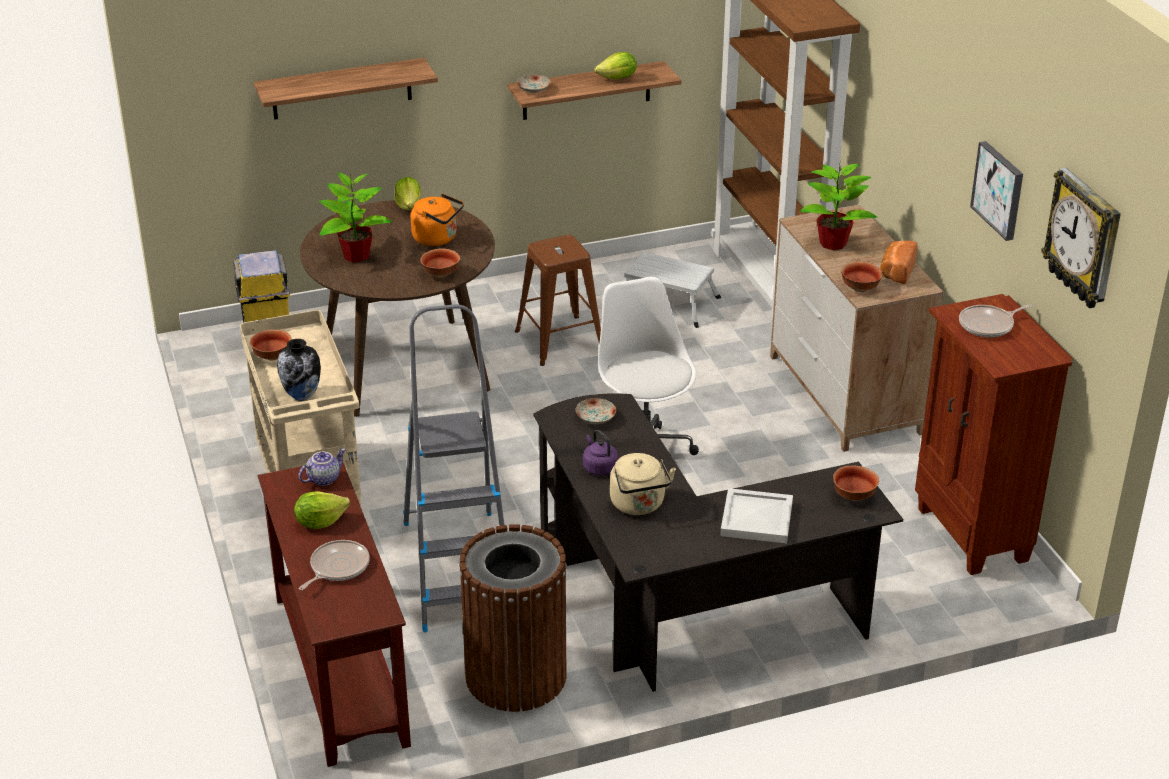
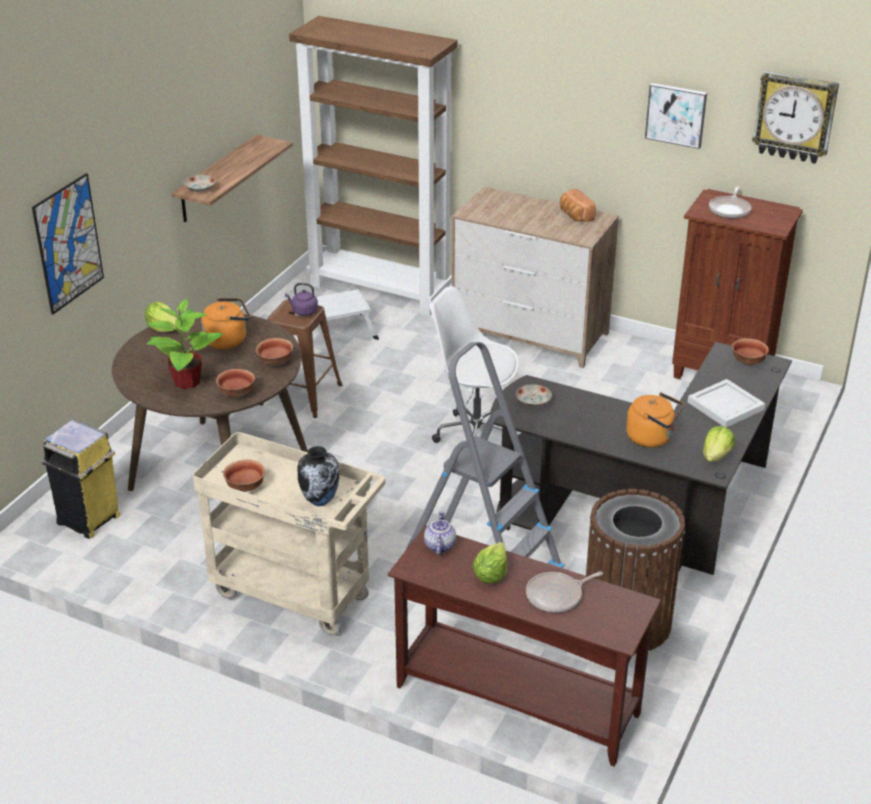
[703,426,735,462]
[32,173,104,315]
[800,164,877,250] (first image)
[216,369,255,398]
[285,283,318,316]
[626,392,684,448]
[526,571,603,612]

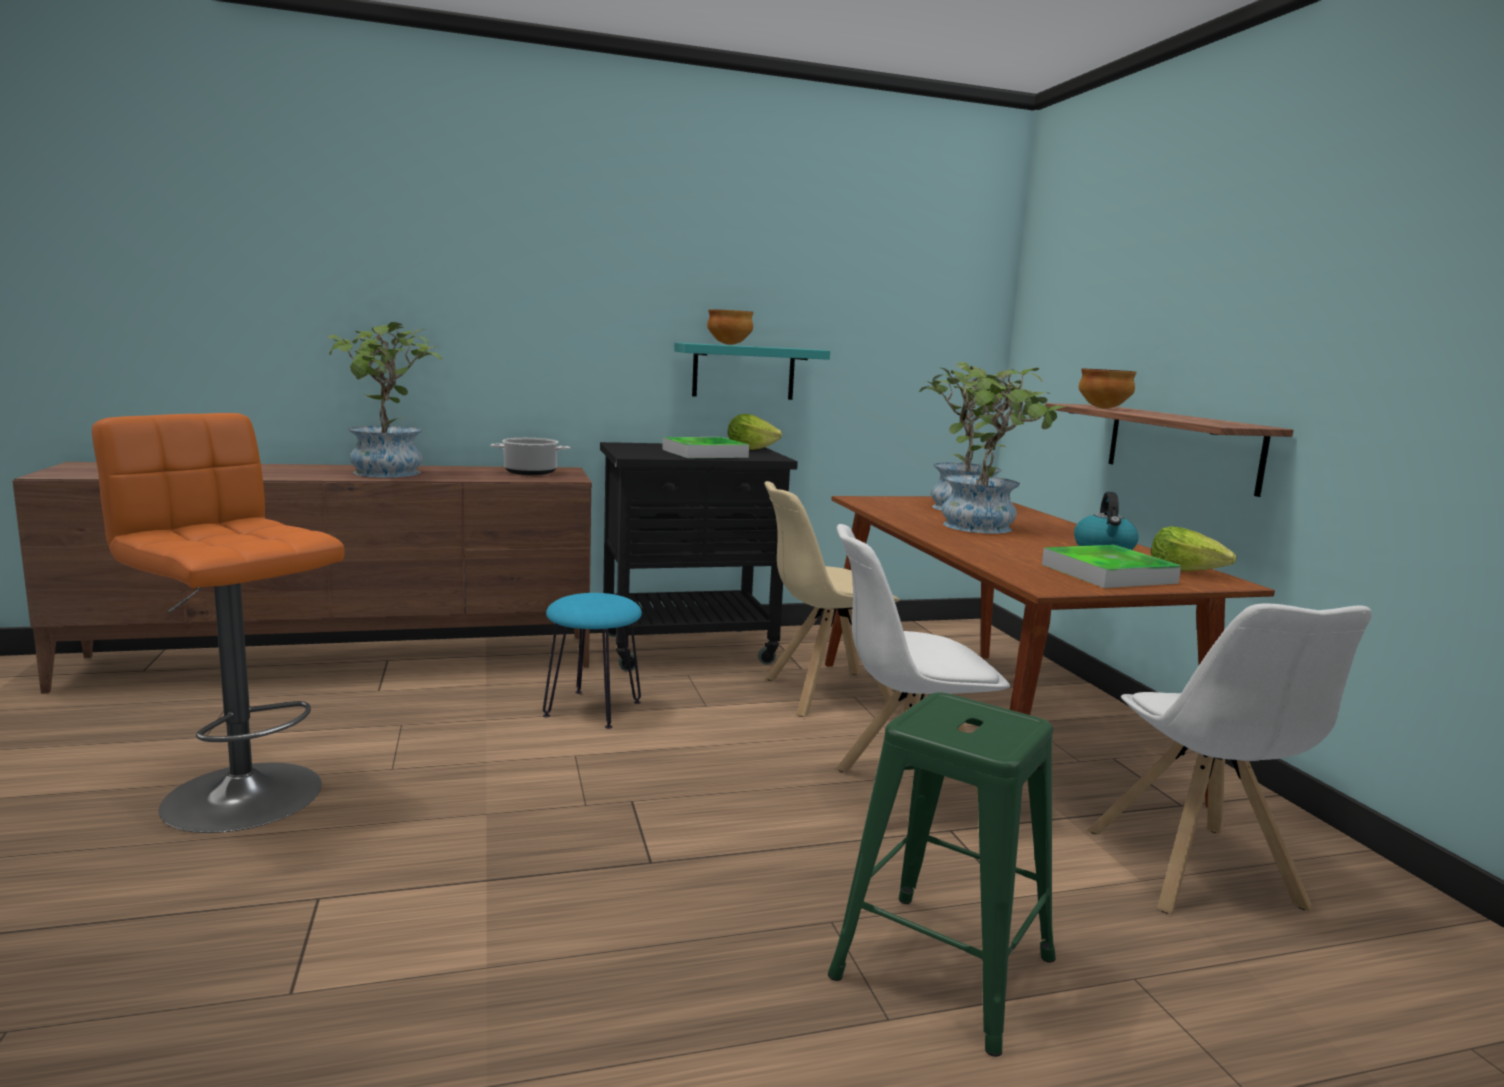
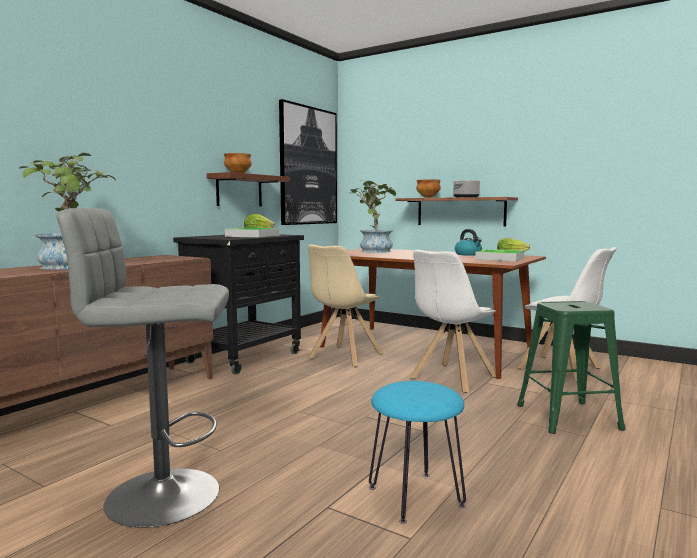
[207,172,290,206]
[942,368,1070,534] (first image)
[57,208,229,528]
[452,180,480,197]
[369,381,466,524]
[279,99,337,225]

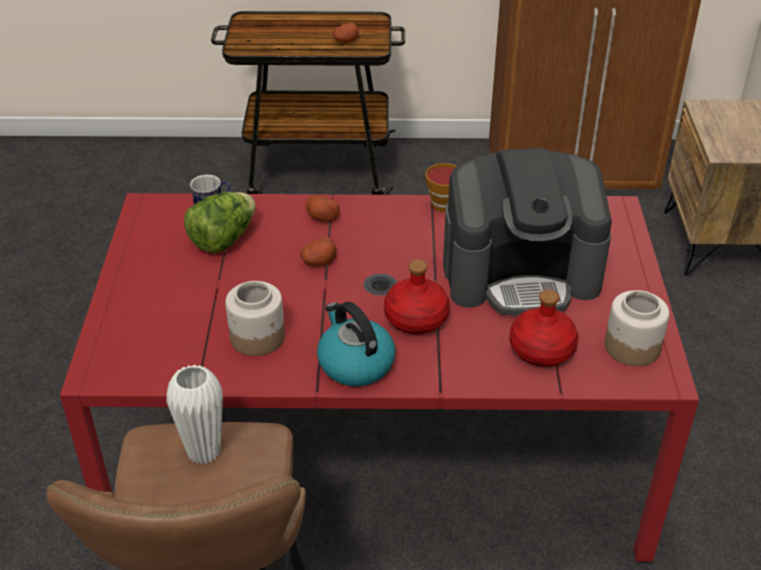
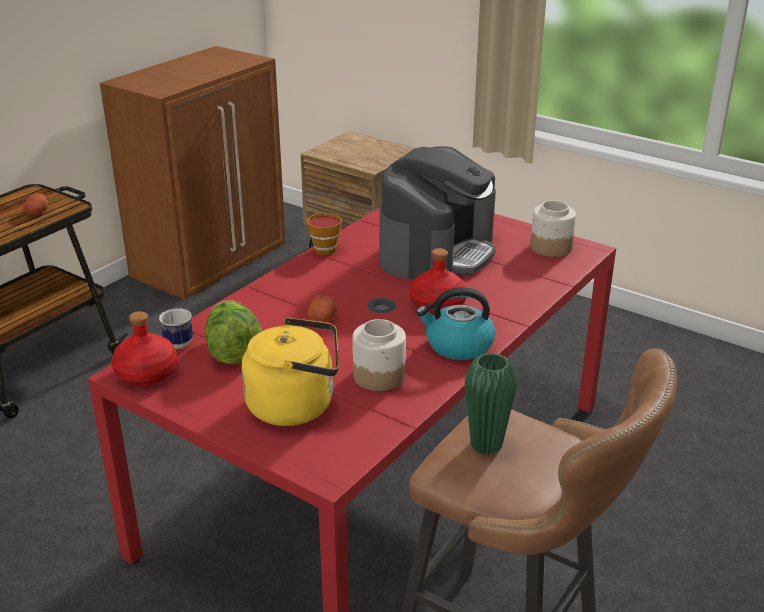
[305,195,340,222] (first image)
[112,311,177,385]
[465,353,517,455]
[242,317,339,426]

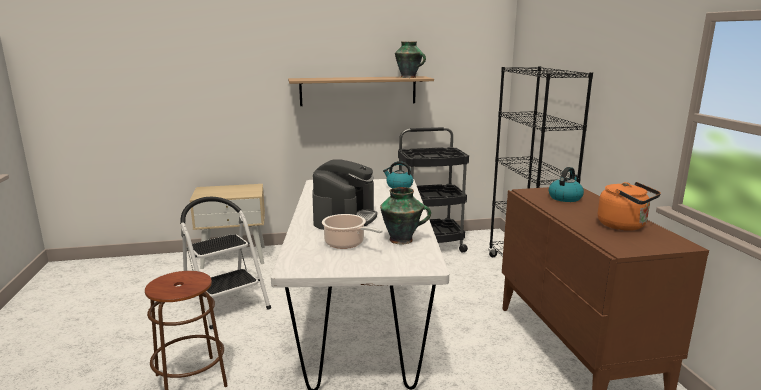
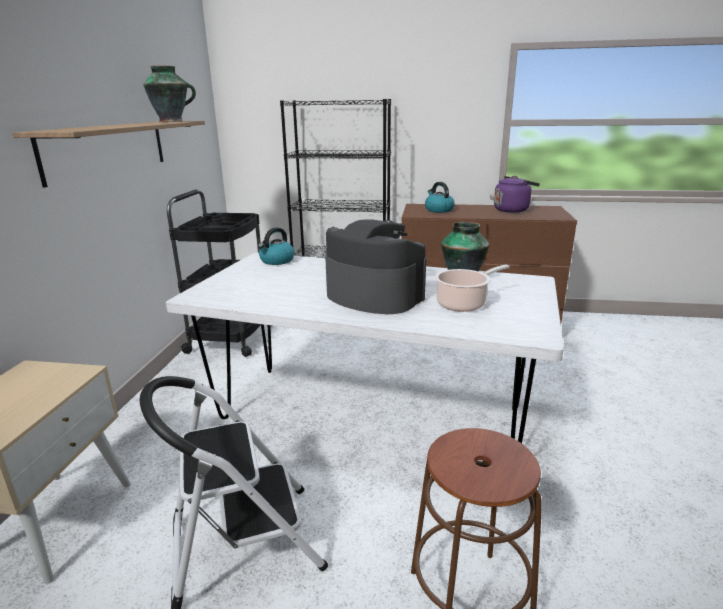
[494,176,540,213]

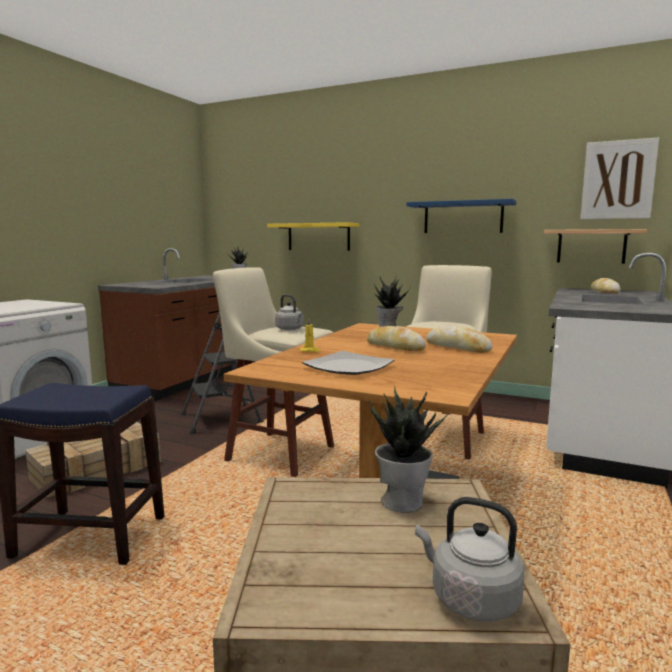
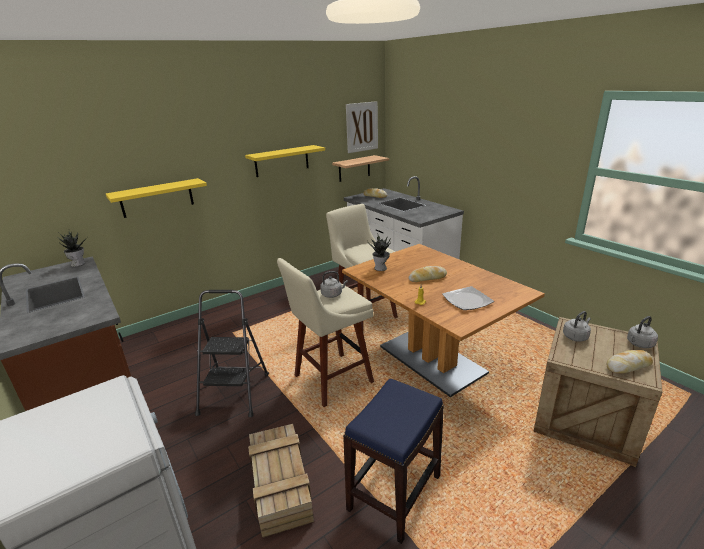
[245,145,325,177]
[607,350,653,374]
[563,311,591,342]

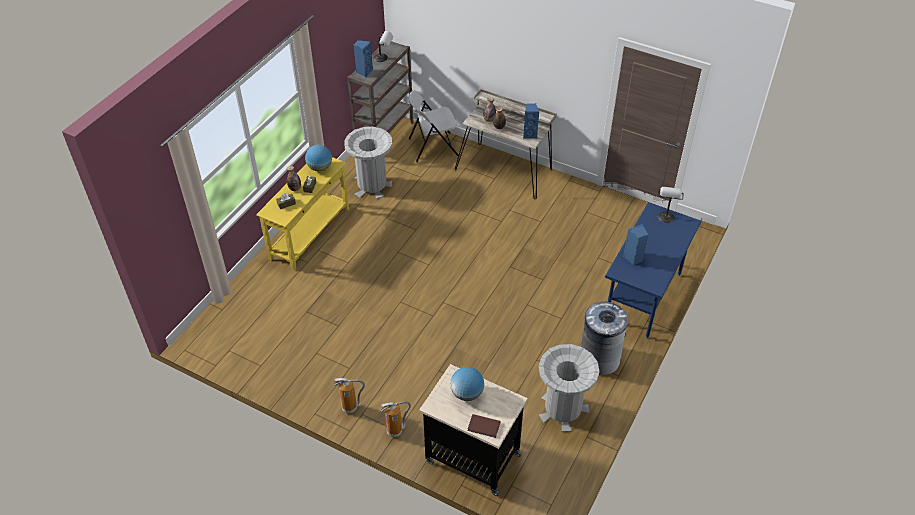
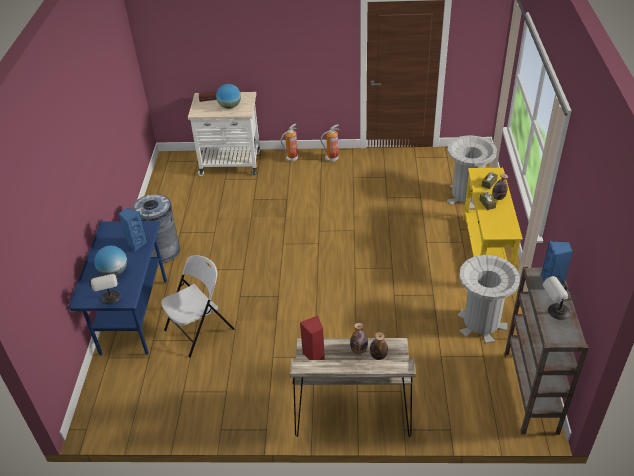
[161,255,235,358]
[300,315,325,360]
[94,246,127,276]
[447,135,497,209]
[188,92,260,176]

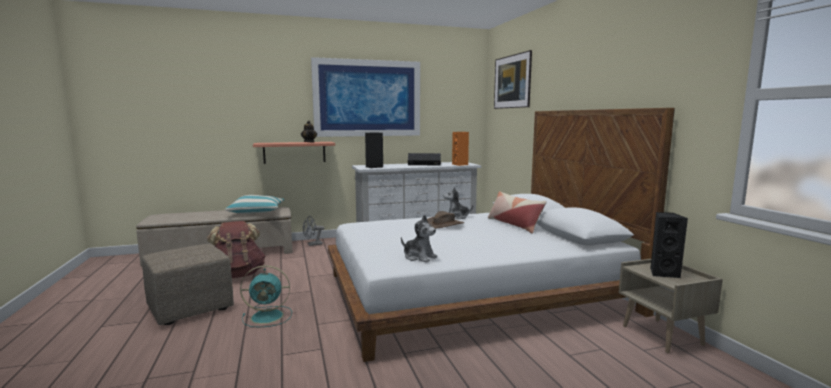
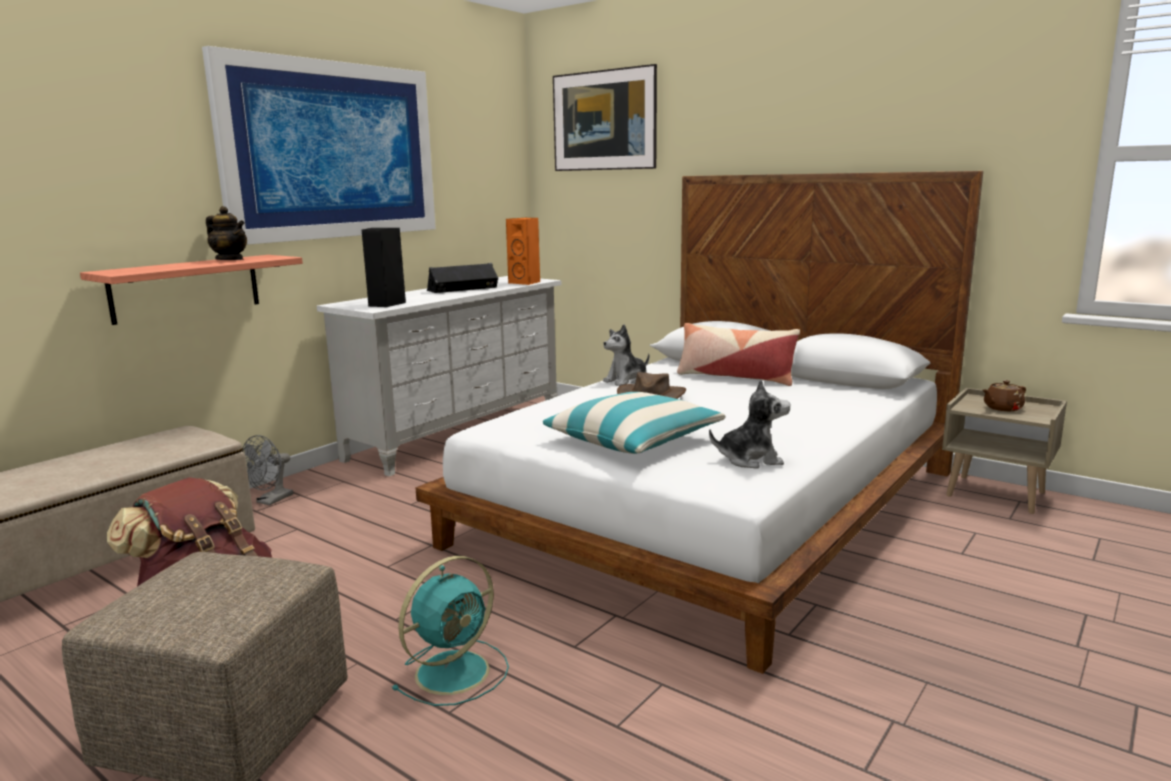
[543,392,725,454]
[983,380,1026,411]

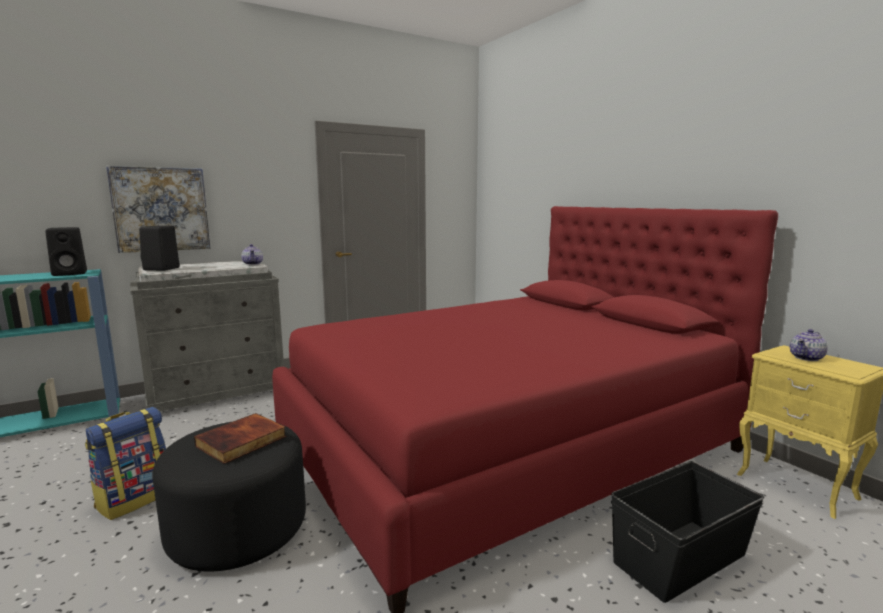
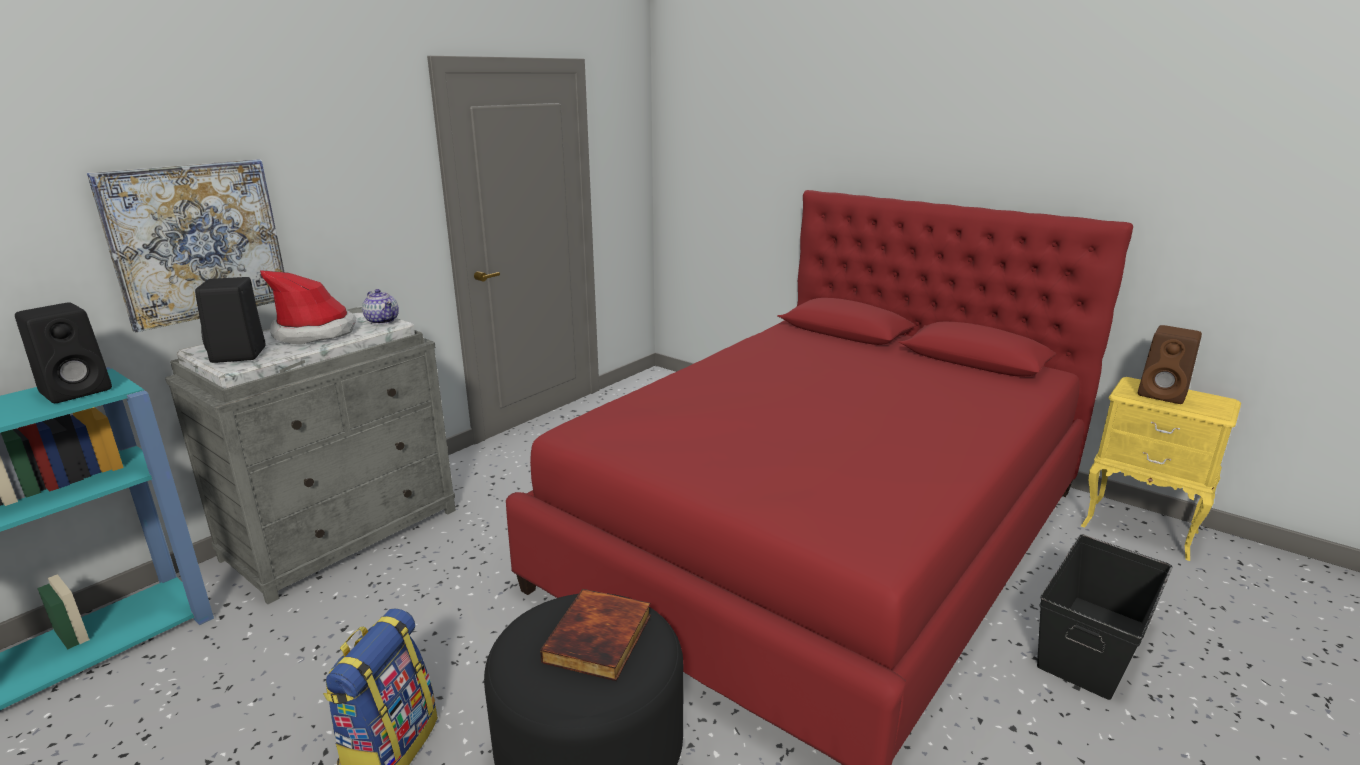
[1138,325,1202,404]
[260,270,356,344]

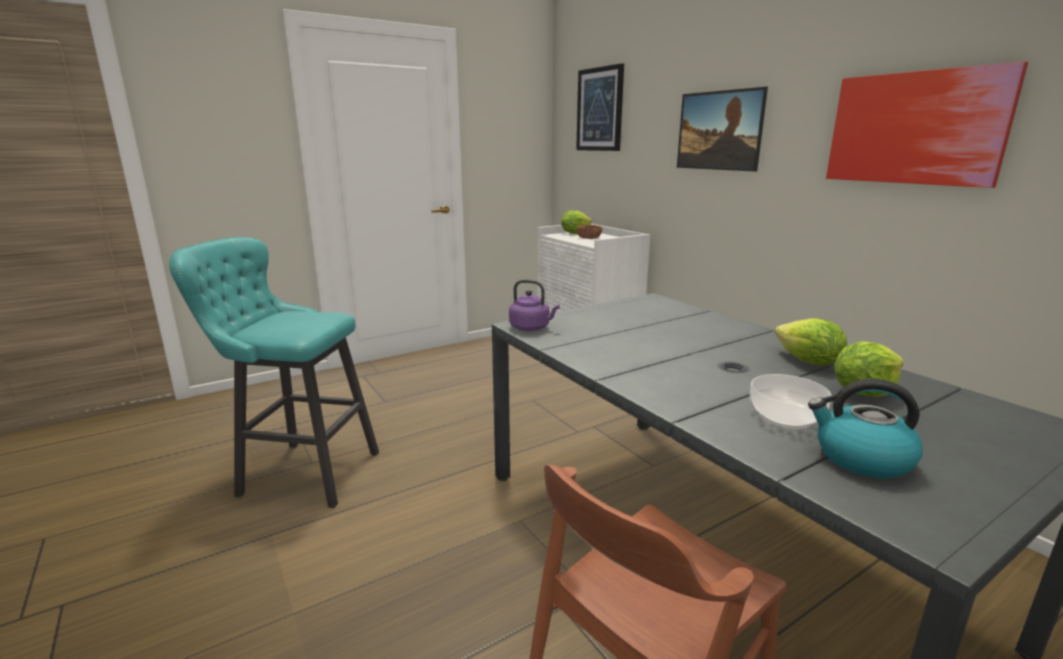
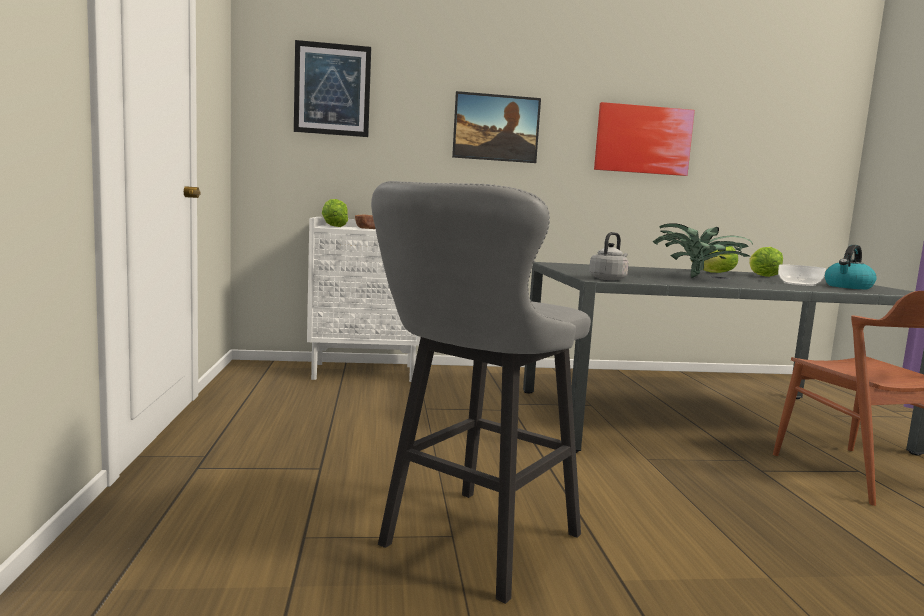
[371,181,591,604]
[589,232,629,280]
[653,223,753,278]

